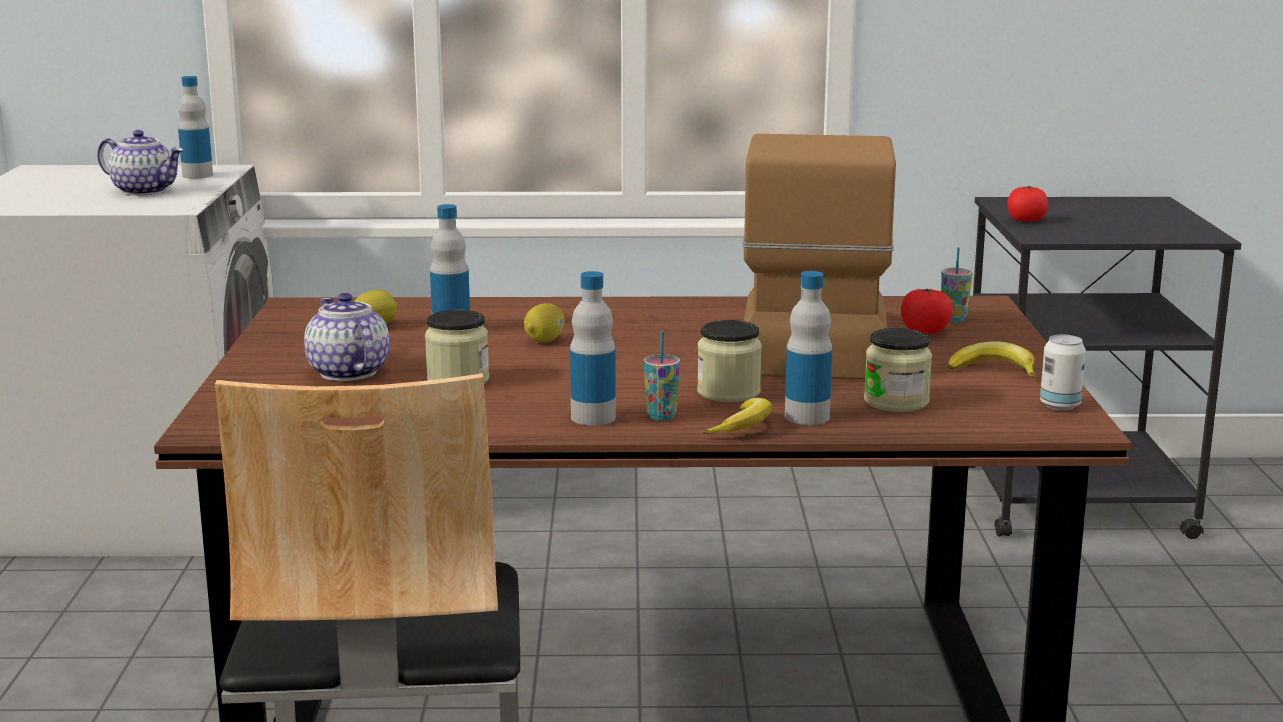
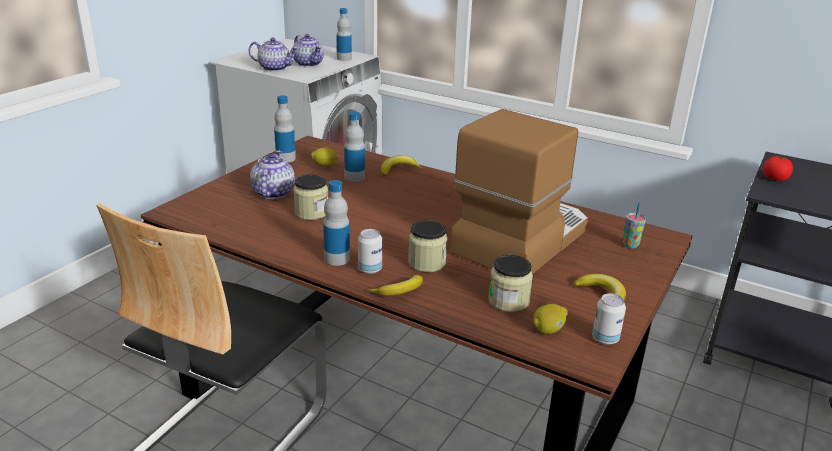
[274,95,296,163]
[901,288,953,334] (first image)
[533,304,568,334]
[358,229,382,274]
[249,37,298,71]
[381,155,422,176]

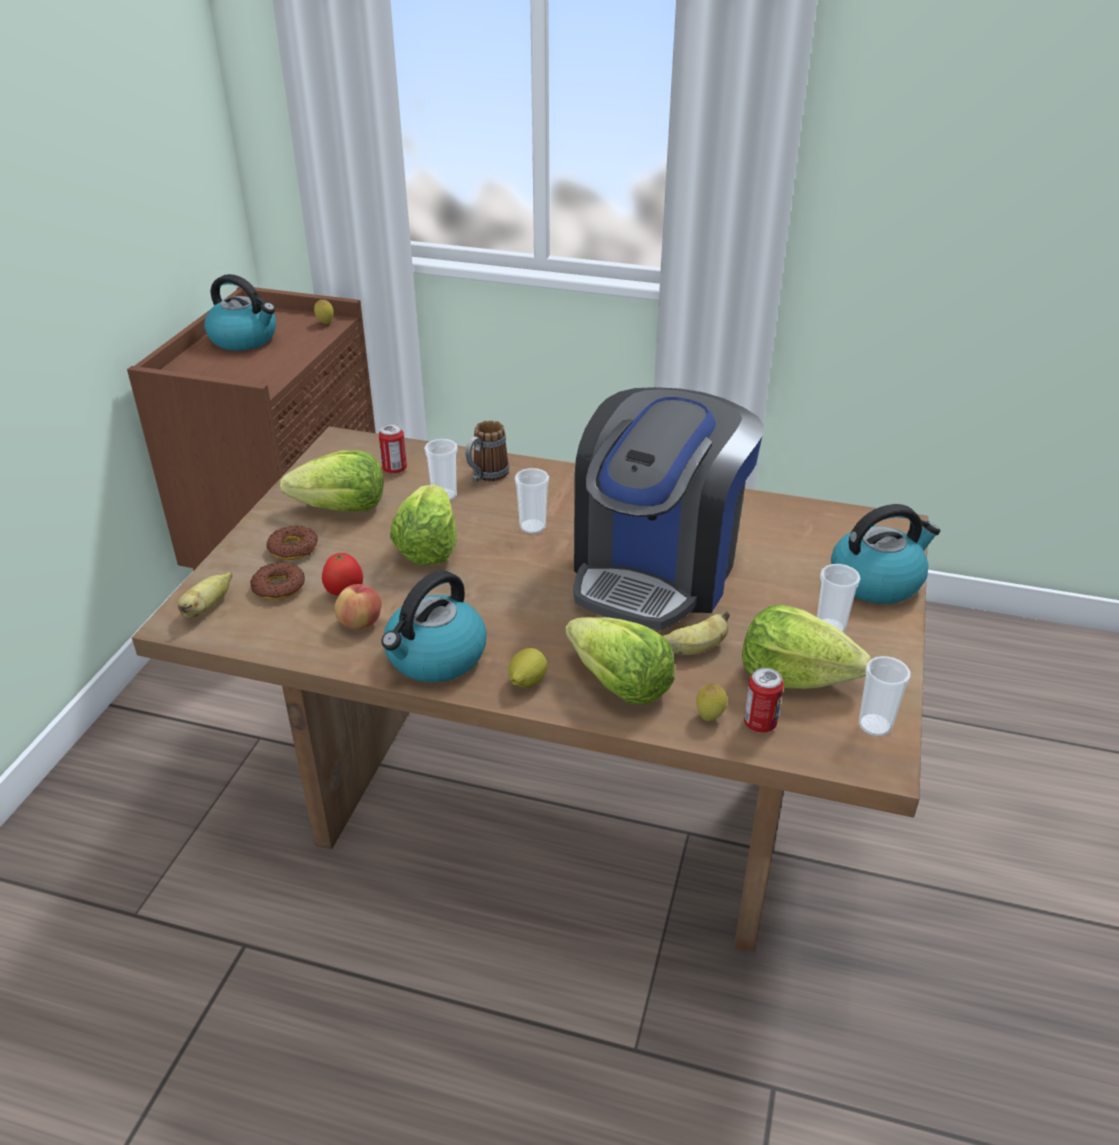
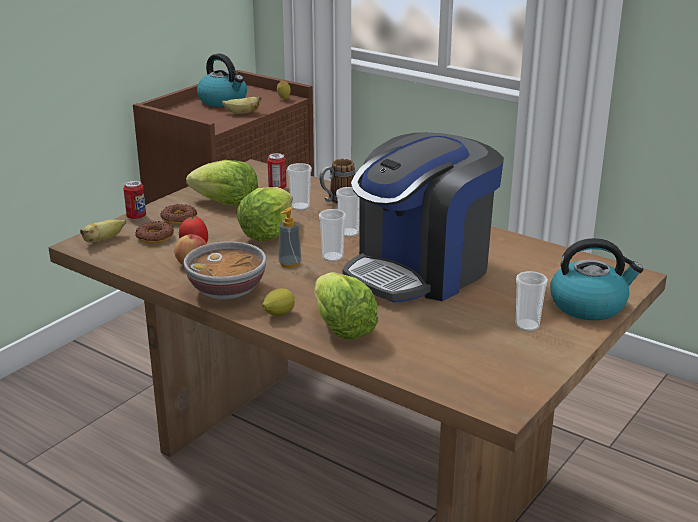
[184,241,266,300]
[742,605,871,689] (first image)
[222,96,262,114]
[319,209,346,262]
[123,180,146,220]
[696,683,727,721] (first image)
[278,207,301,268]

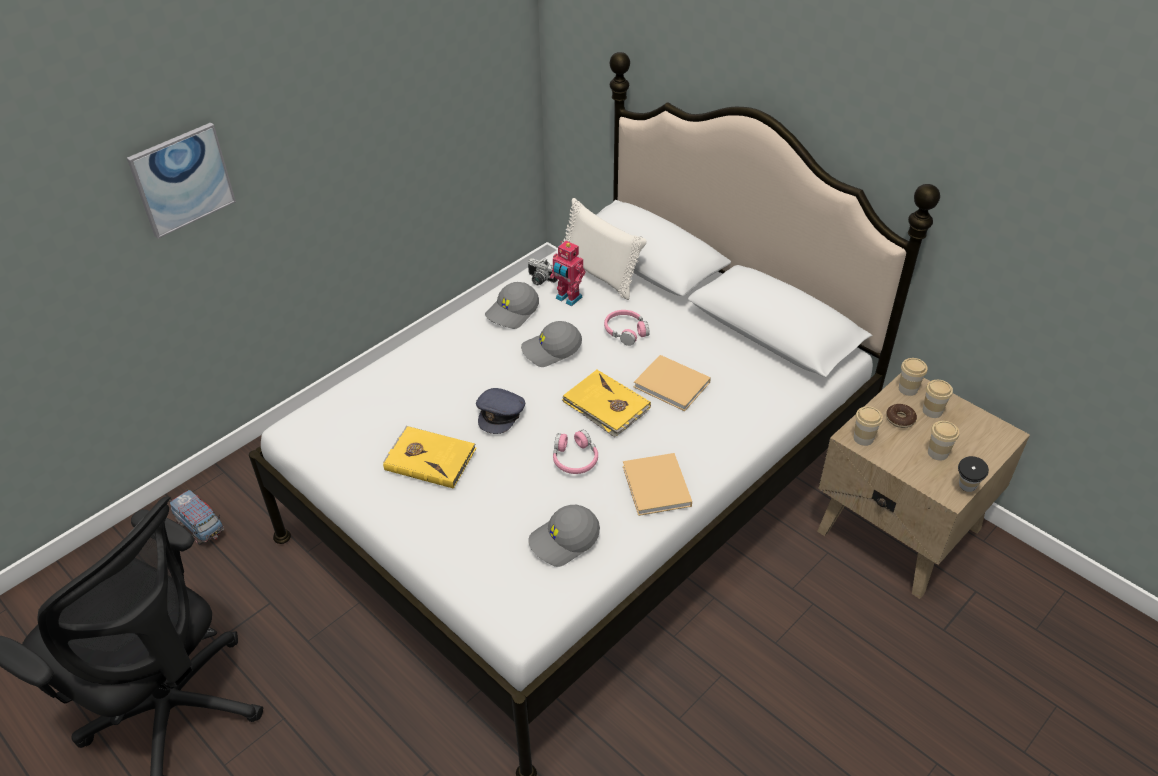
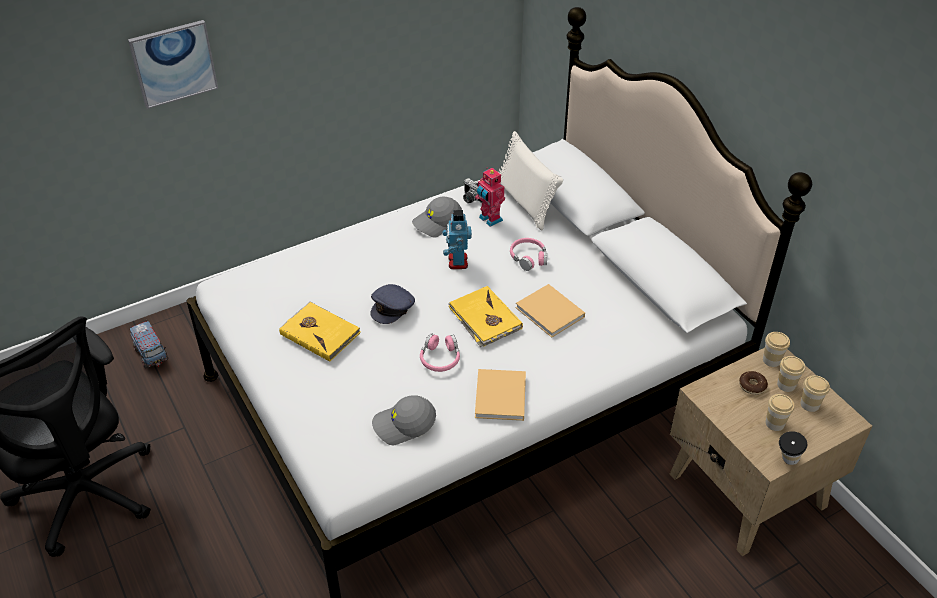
[443,210,472,269]
[800,375,830,412]

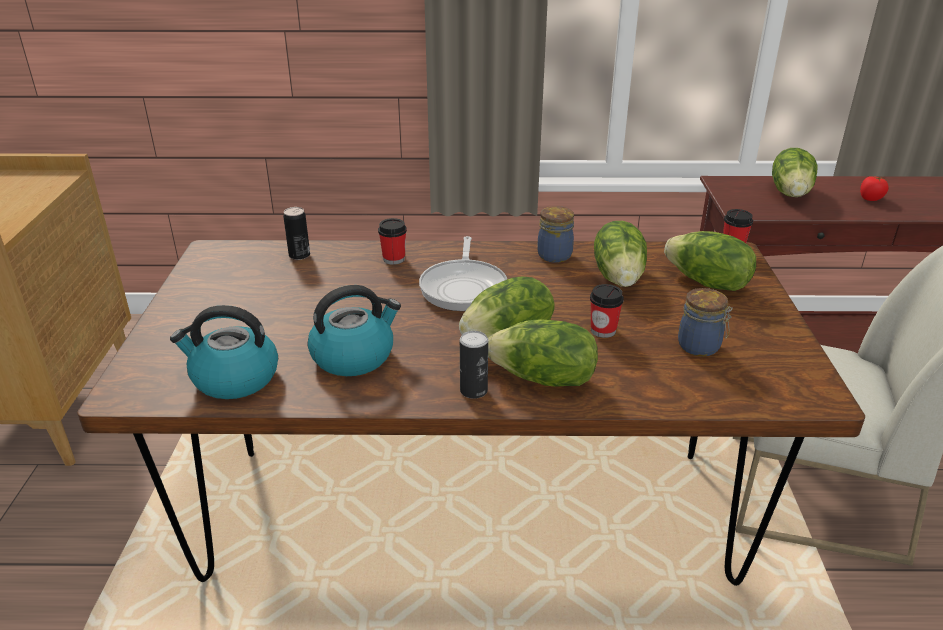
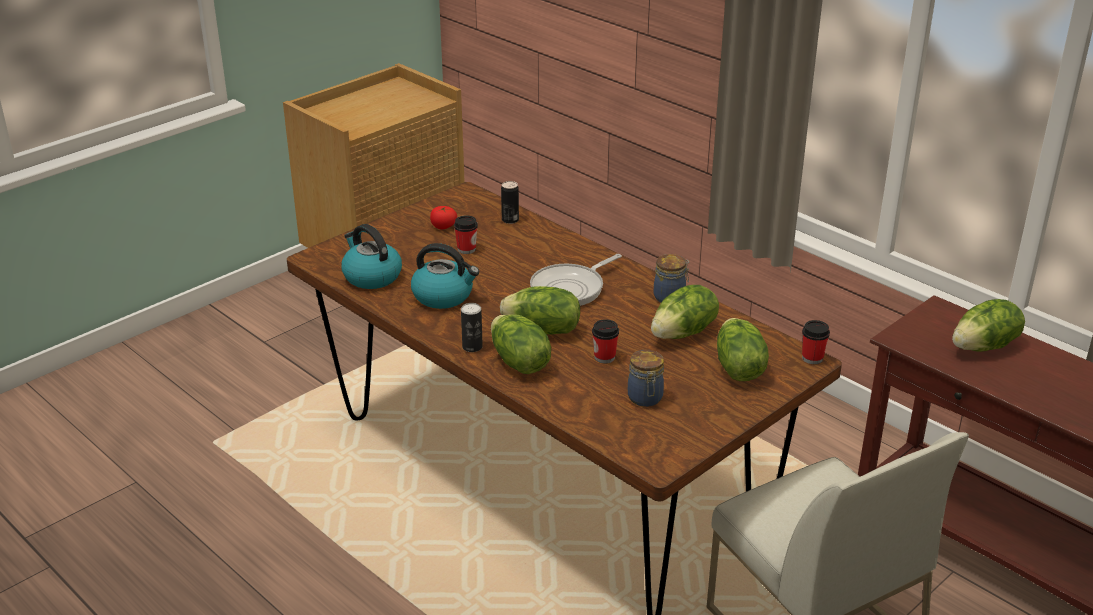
[430,206,457,229]
[454,215,478,254]

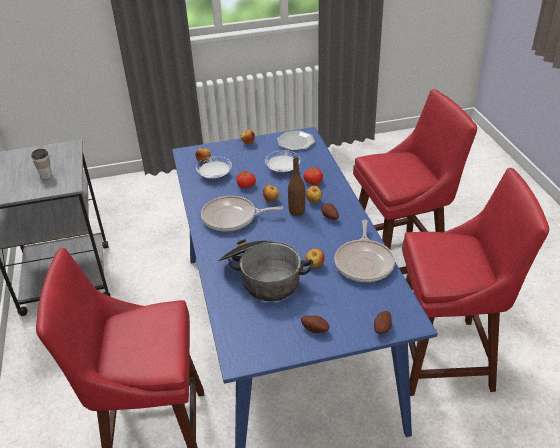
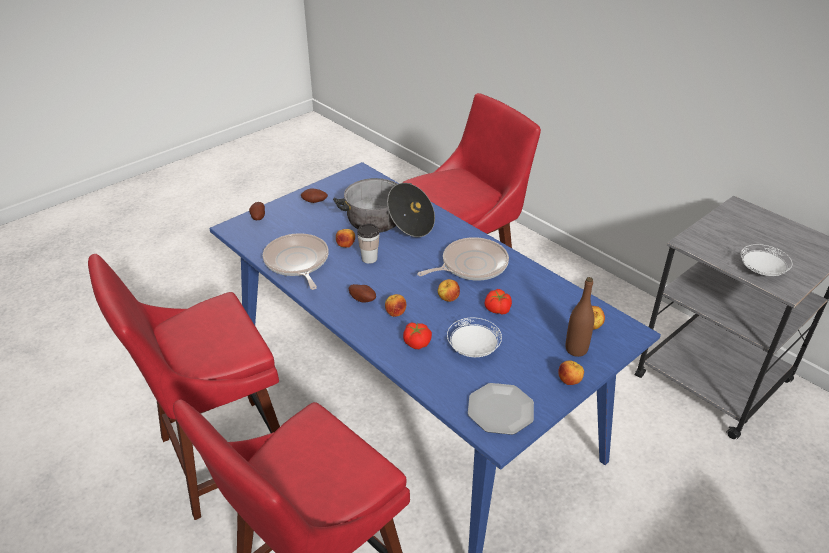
[357,224,379,264]
[741,244,792,276]
[566,277,594,357]

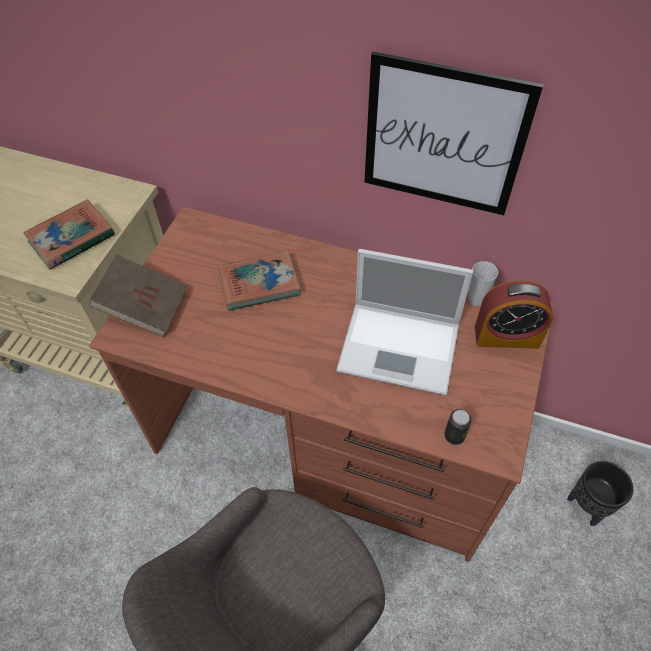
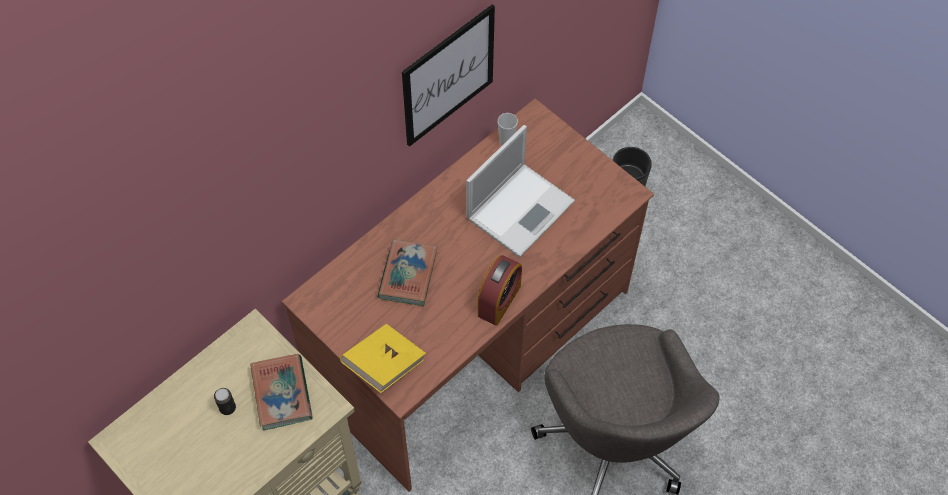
[340,324,426,393]
[478,255,522,326]
[214,388,236,415]

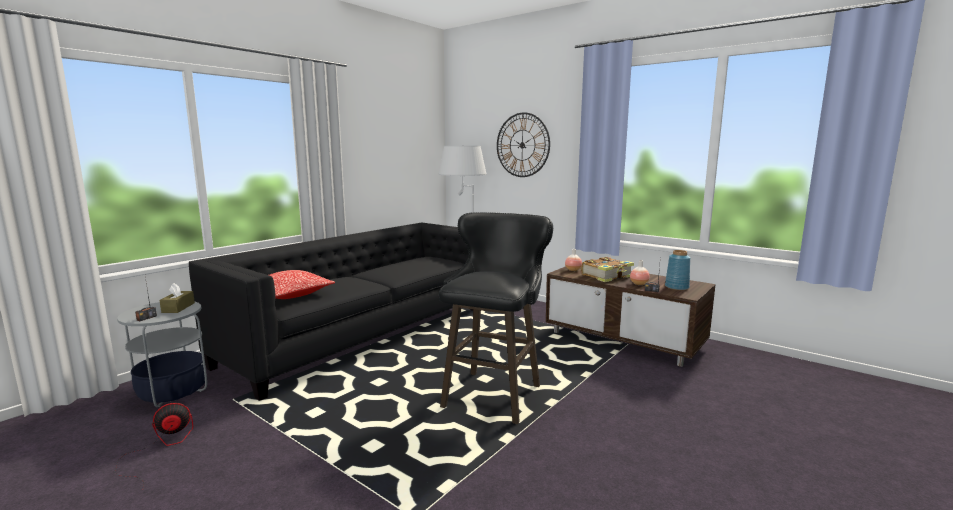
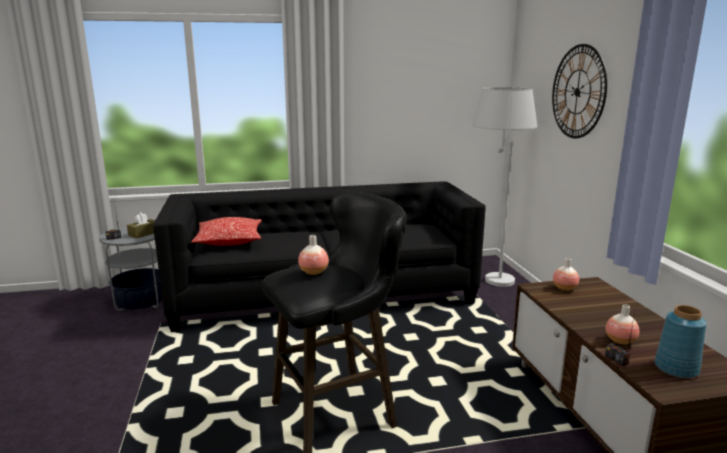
[581,257,634,282] (first image)
[115,402,193,488] (first image)
[298,235,329,275]

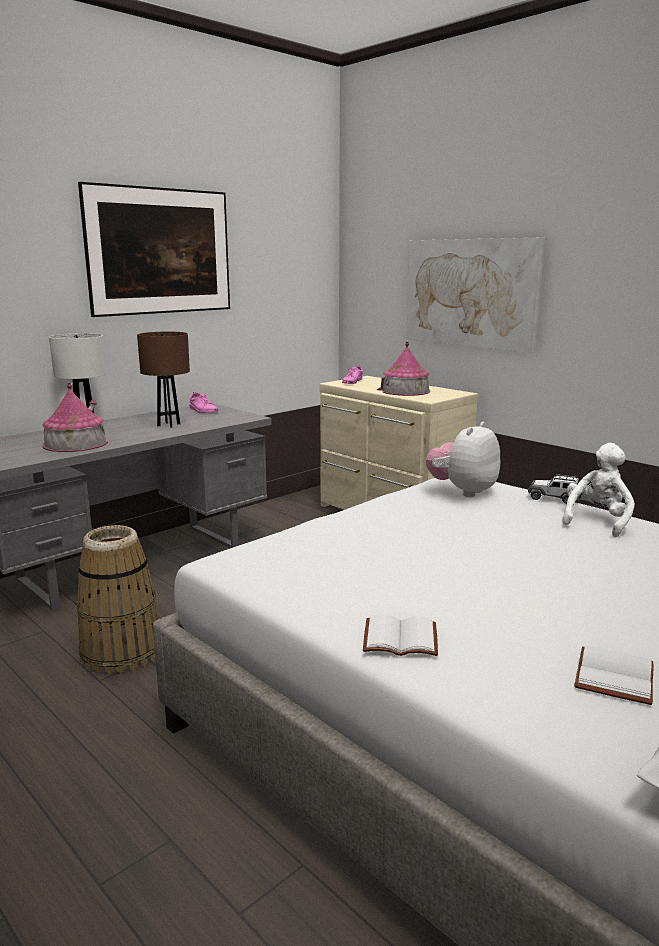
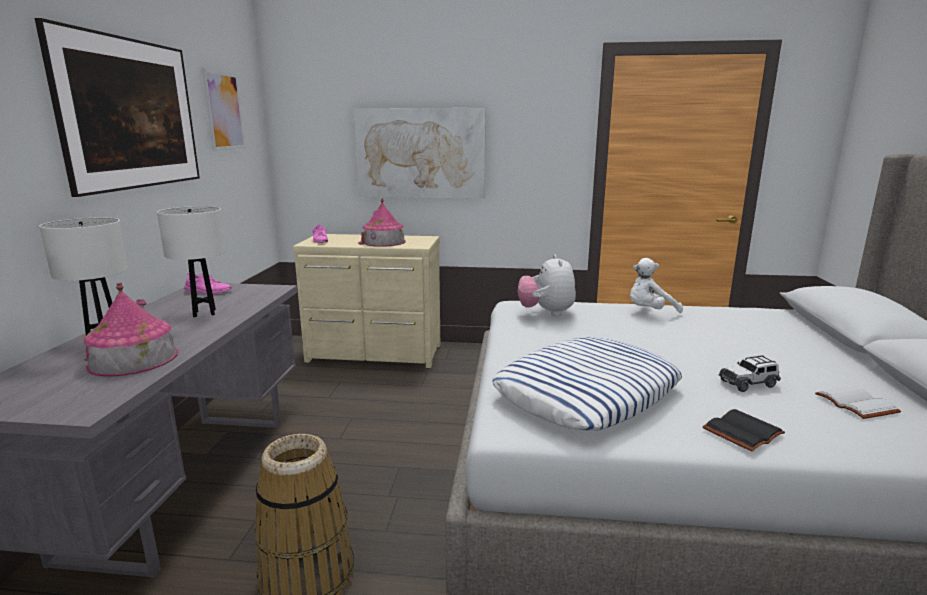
[157,206,226,317]
[630,258,683,313]
[719,355,781,392]
[702,409,785,452]
[202,68,246,151]
[492,337,683,431]

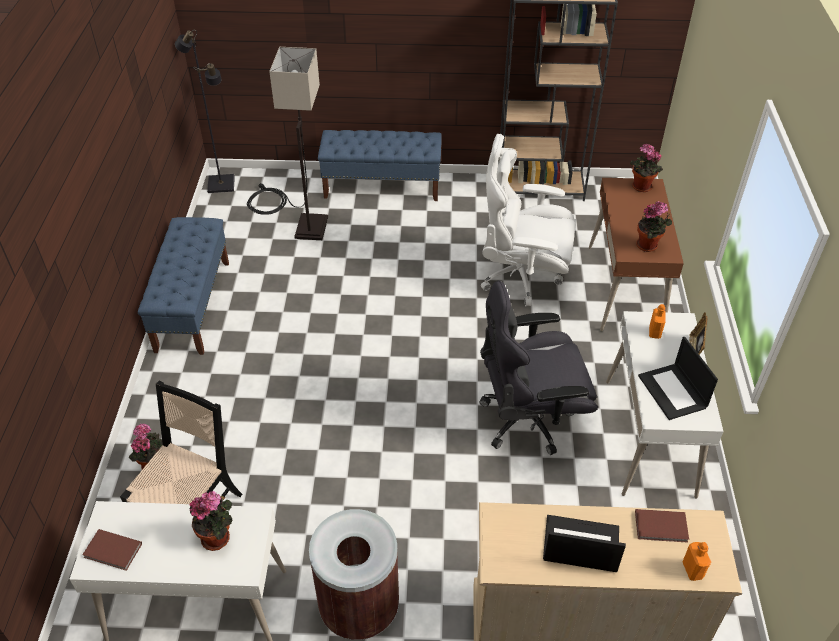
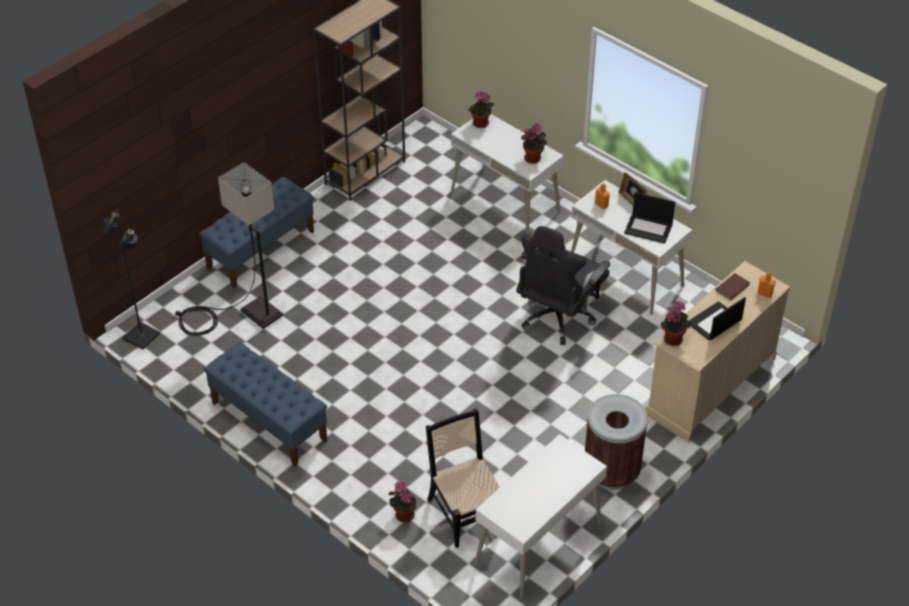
[481,134,575,306] (first image)
[451,114,564,236]
[661,301,691,346]
[82,529,142,571] (first image)

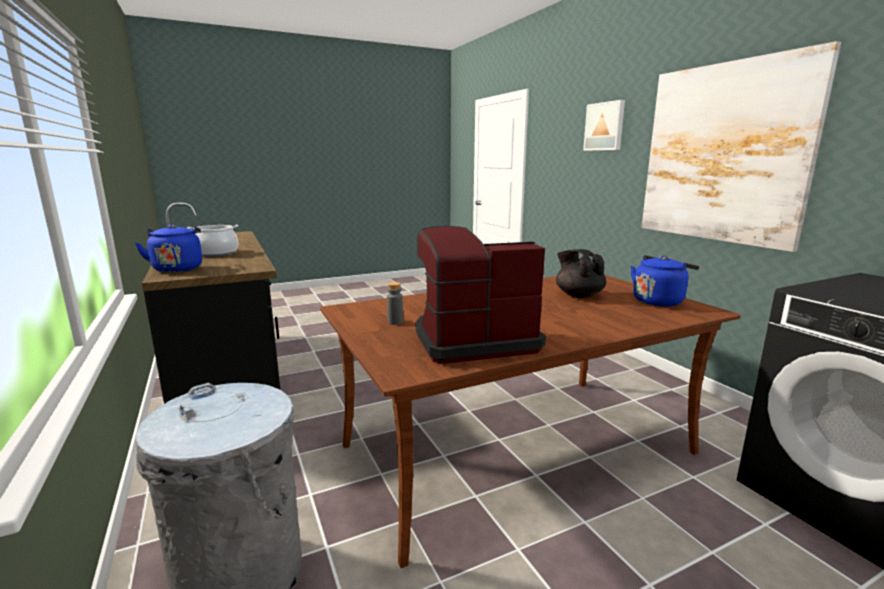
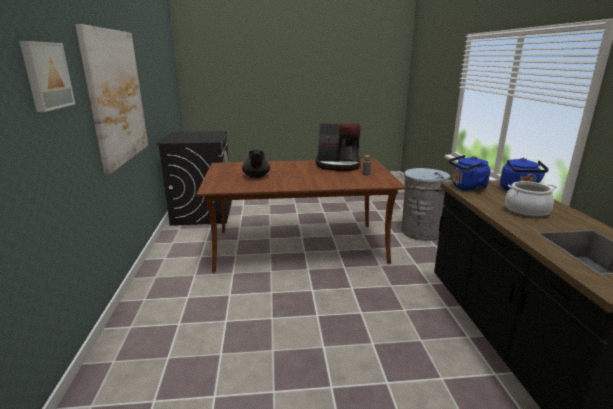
[448,155,490,191]

